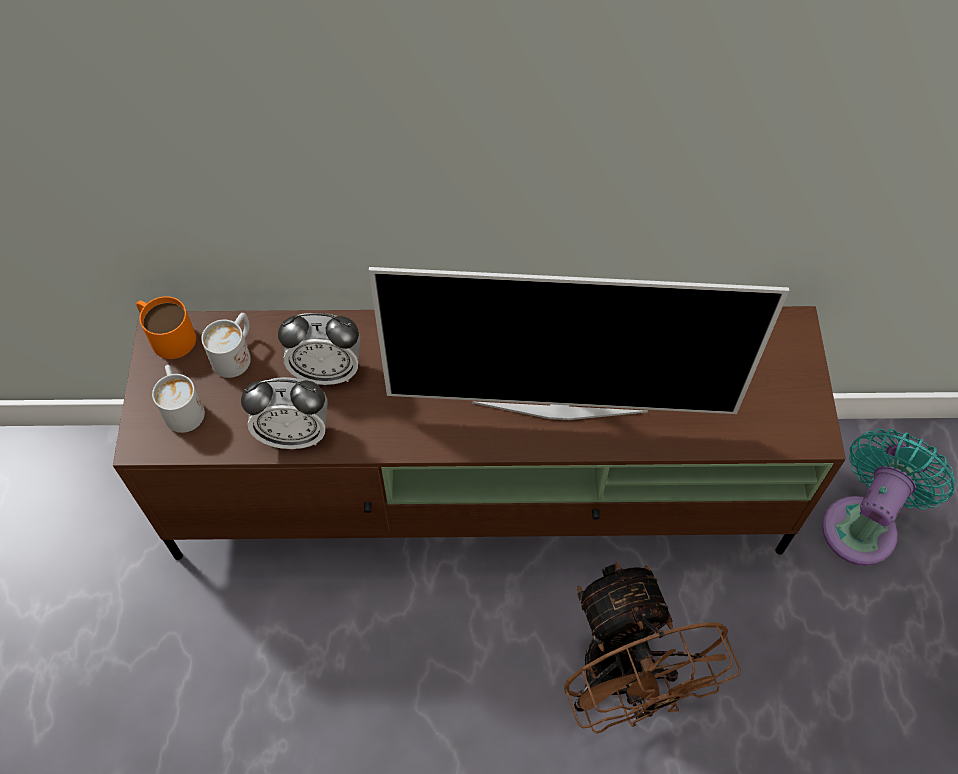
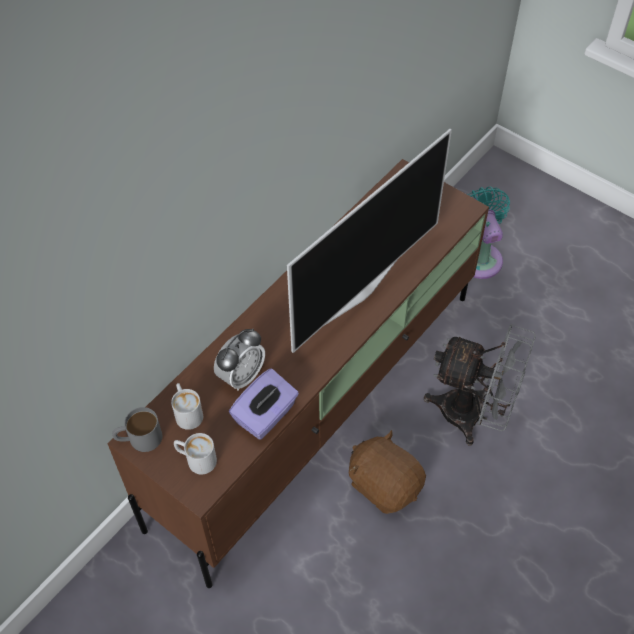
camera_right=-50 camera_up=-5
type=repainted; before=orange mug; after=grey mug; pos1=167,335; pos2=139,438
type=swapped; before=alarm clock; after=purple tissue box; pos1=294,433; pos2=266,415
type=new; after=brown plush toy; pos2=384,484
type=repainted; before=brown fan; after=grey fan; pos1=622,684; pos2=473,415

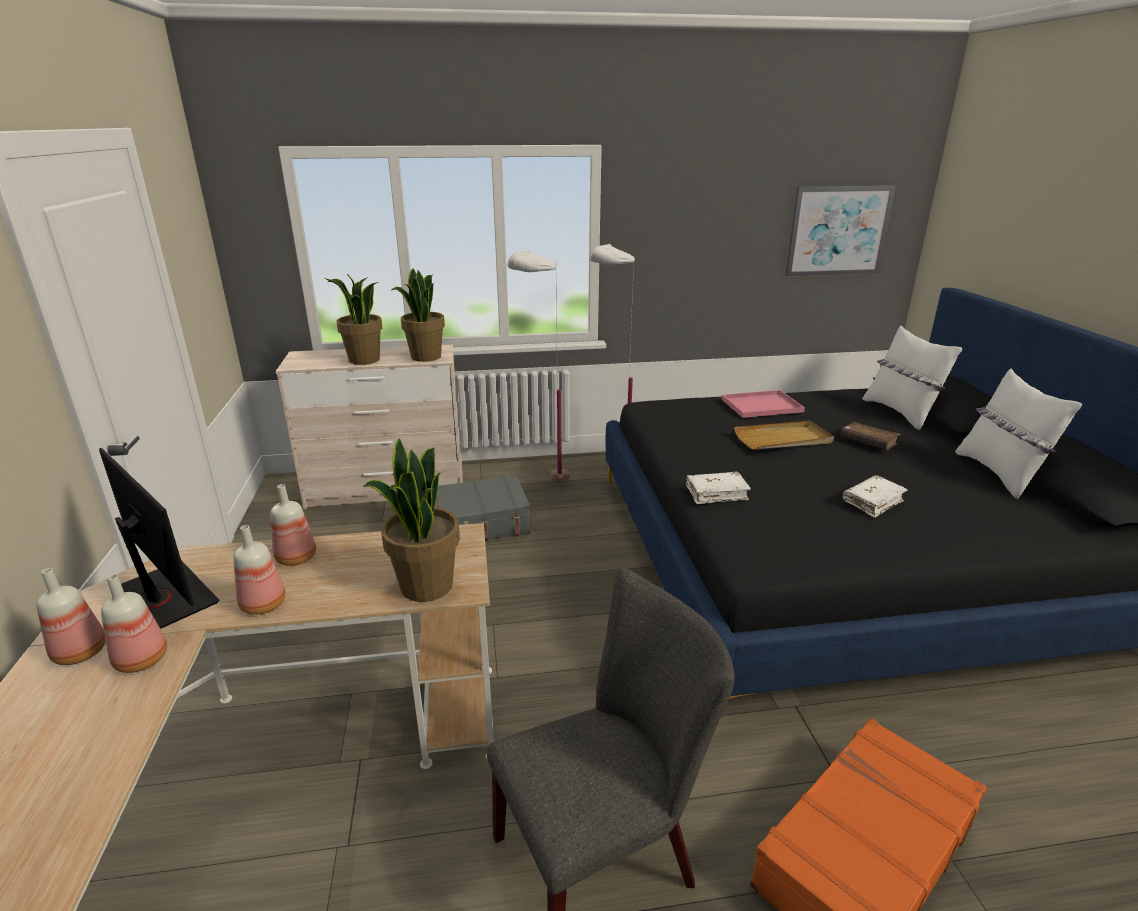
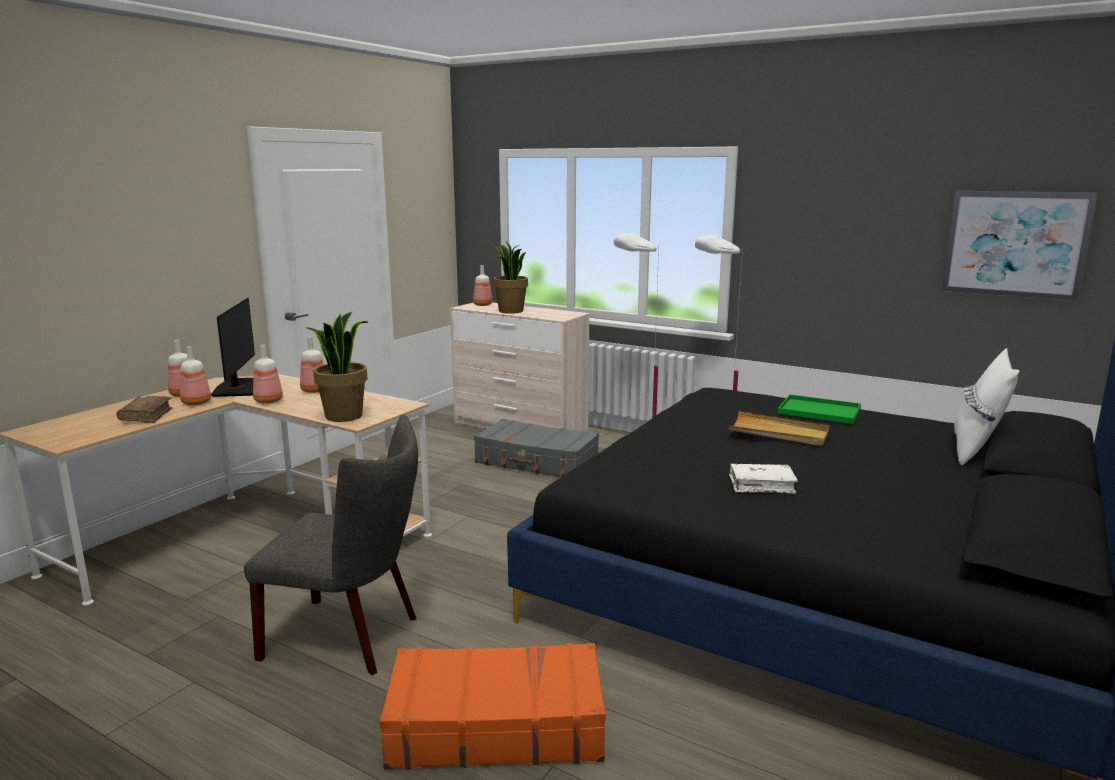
camera_right=40 camera_up=-10
type=shifted; before=brown book; pos1=868,442; pos2=146,416
type=new; after=bottle; pos2=482,305
type=repainted; before=pink tray; after=green tray; pos1=760,406; pos2=817,411
type=gone; before=potted plant; pos1=425,357
type=gone; before=white book; pos1=716,494
type=gone; before=white pillow; pos1=999,474

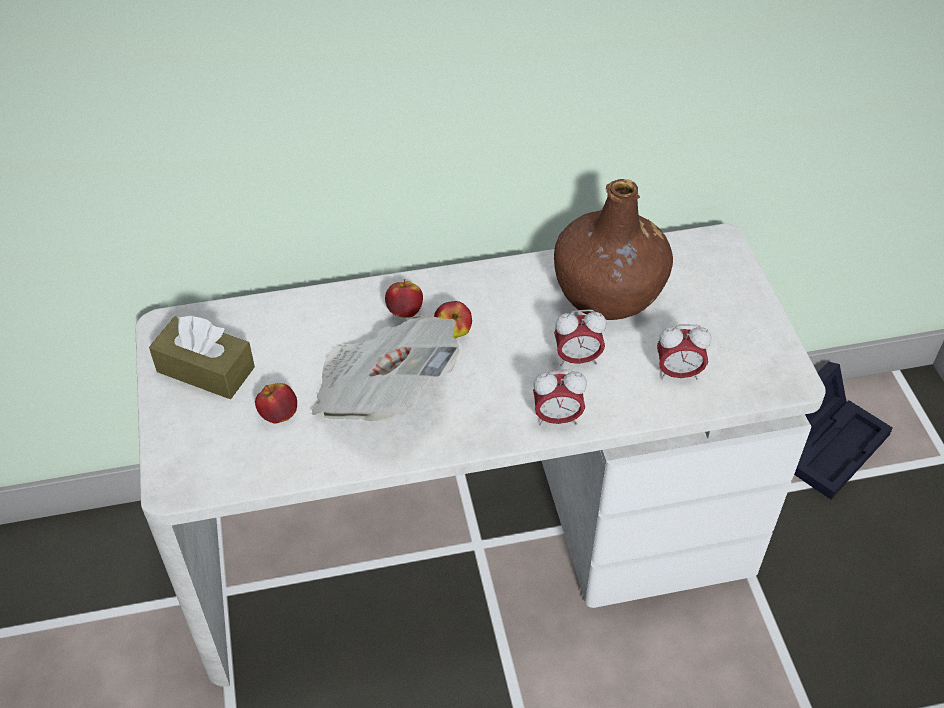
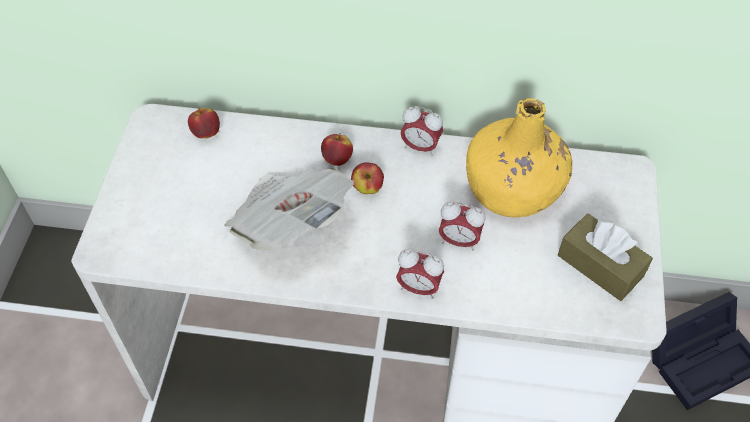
camera_right=20 camera_up=5
type=shifted; before=apple; pos1=278,415; pos2=206,133
type=shifted; before=alarm clock; pos1=678,373; pos2=420,147
type=repainted; before=brown bottle; after=yellow bottle; pos1=609,290; pos2=513,188
type=shifted; before=brown tissue box; pos1=205,369; pos2=600,265

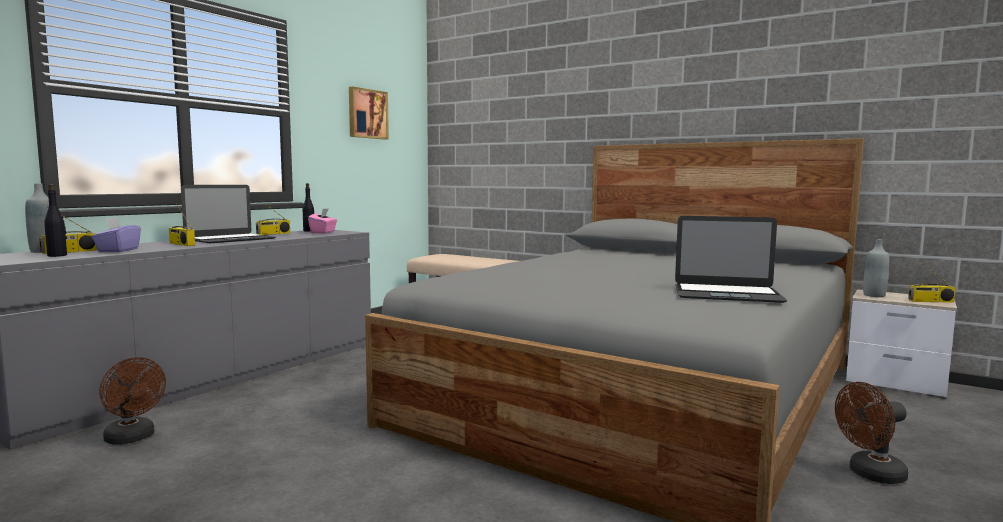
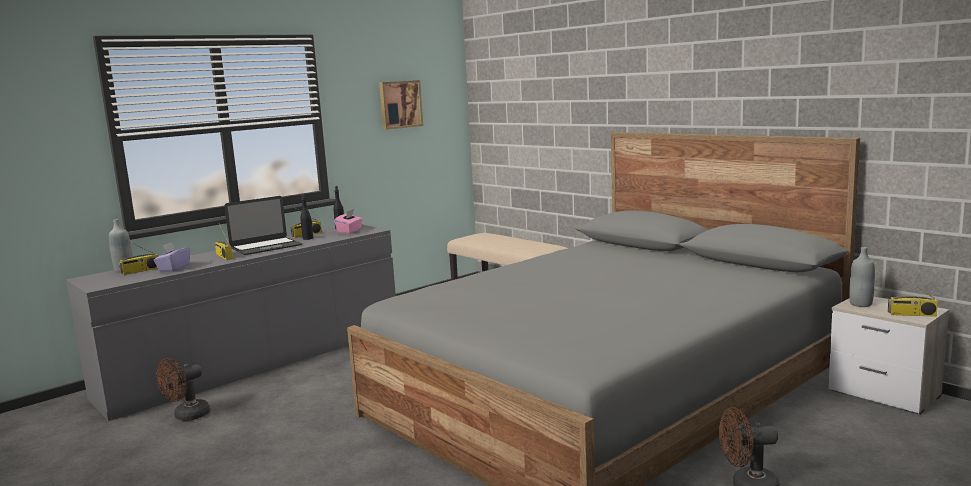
camera_right=15 camera_up=5
type=rotated; before=brown fan; pos1=133,438; pos2=187,416; turn=75
type=shifted; before=black bottle; pos1=57,255; pos2=308,238
type=gone; before=laptop; pos1=727,293

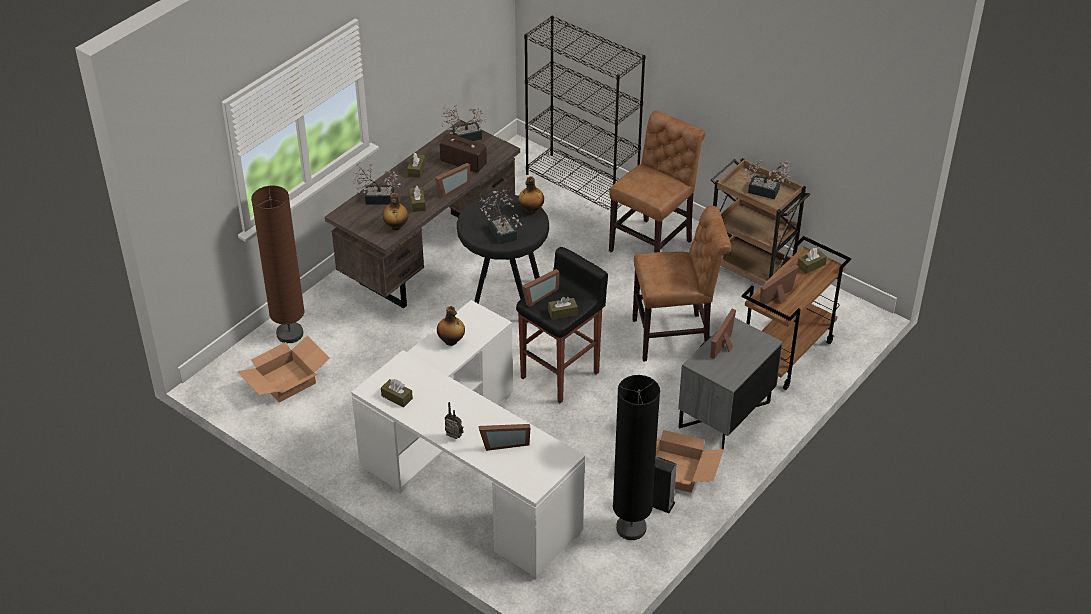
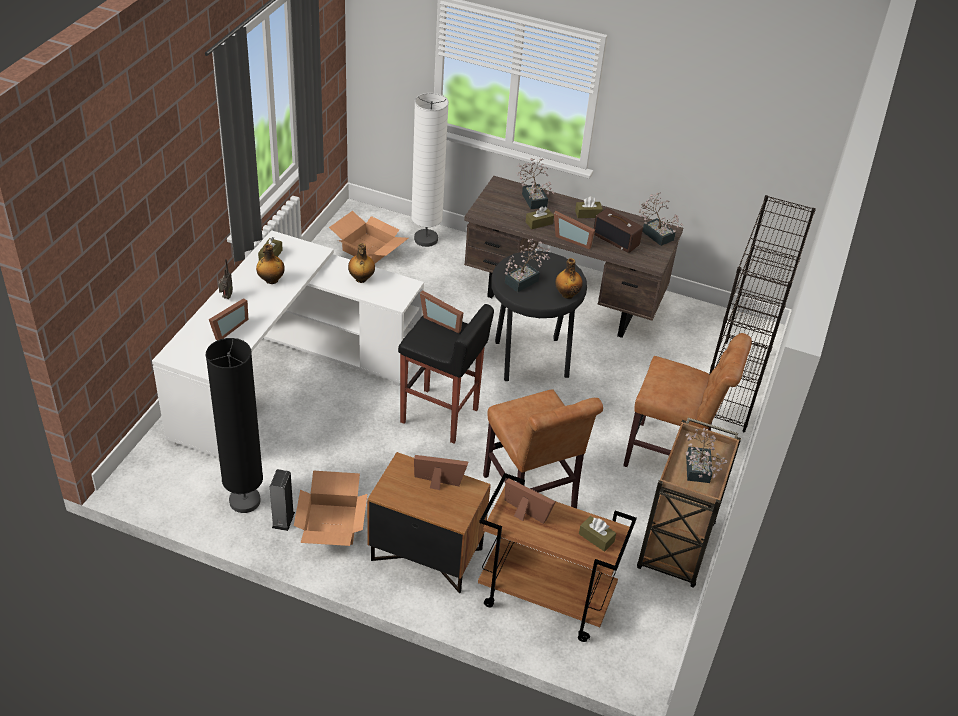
camera_right=70 camera_up=0
type=rotated; before=picture frame; pos1=504,443; pos2=227,328; turn=-120
type=shifted; before=bottle; pos1=396,226; pos2=271,280
type=repainted; before=grey nightstand; after=brown nightstand; pos1=725,416; pos2=425,555
type=repainted; before=brown floor lamp; after=white floor lamp; pos1=290,334; pos2=426,239
type=rotated; before=radio; pos1=463,162; pos2=616,240; turn=120
type=gone; before=brown tissue box; pos1=562,313

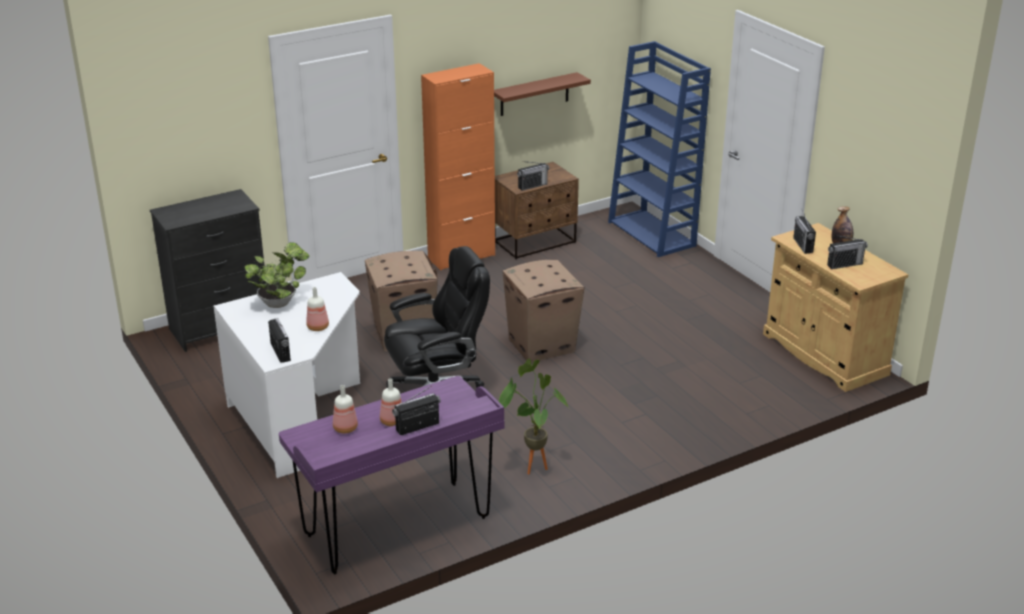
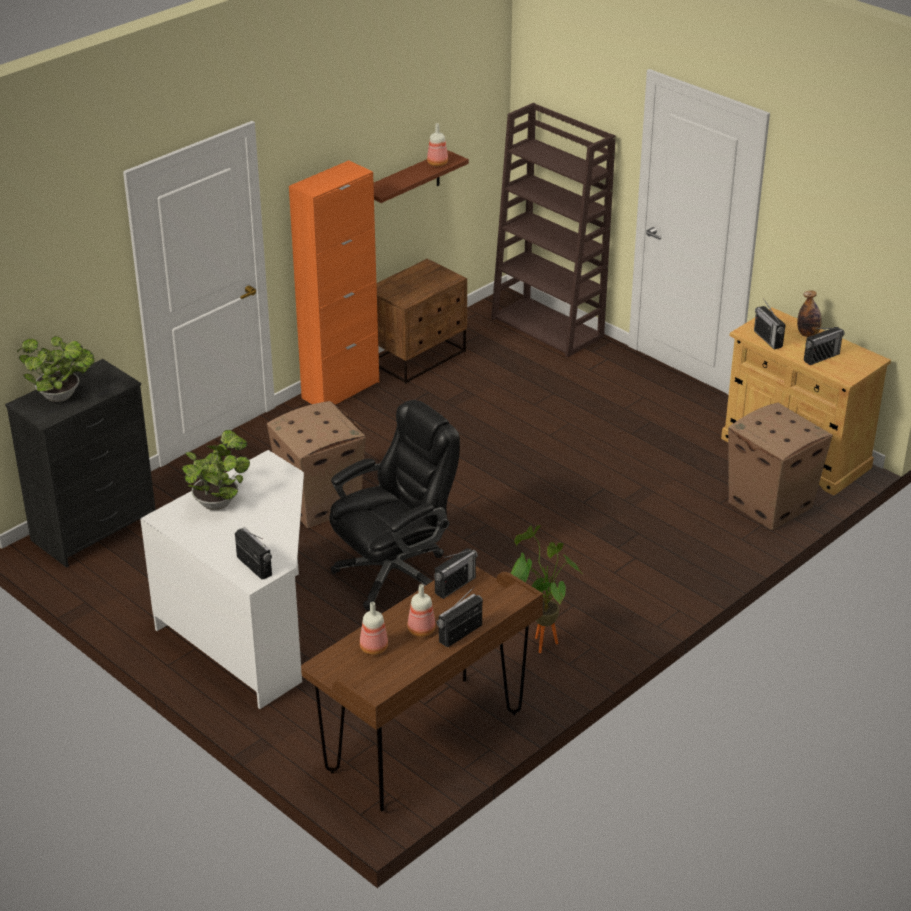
camera_right=-15 camera_up=5
type=new; after=potted plant; pos2=62,396
type=repainted; before=purple desk; after=brown desk; pos1=397,527; pos2=425,743
type=shifted; before=bottle; pos1=317,327; pos2=437,163
type=shifted; before=radio; pos1=532,186; pos2=455,585
type=repainted; before=blue bookcase; after=brown bookcase; pos1=652,234; pos2=548,327
type=shifted; before=cardboard box; pos1=542,345; pos2=771,505

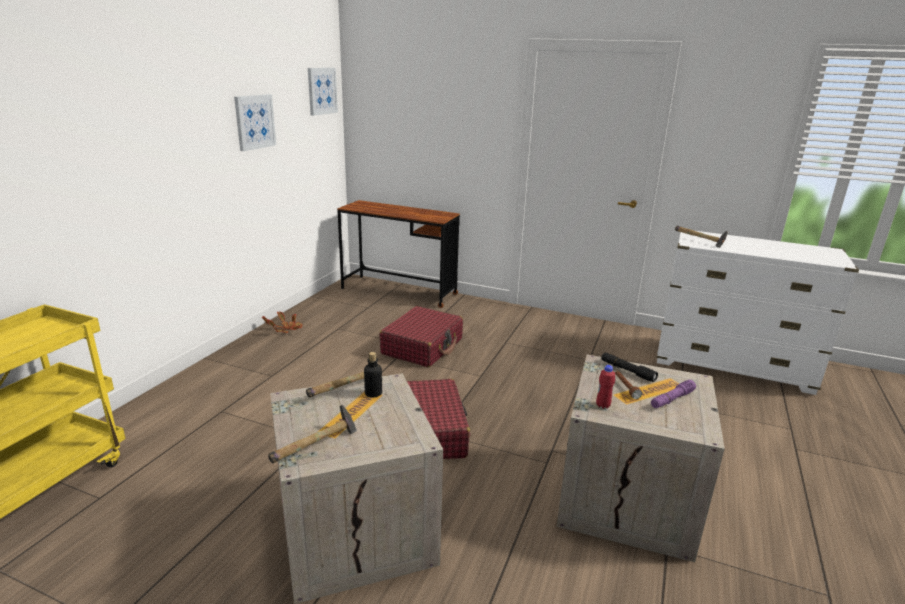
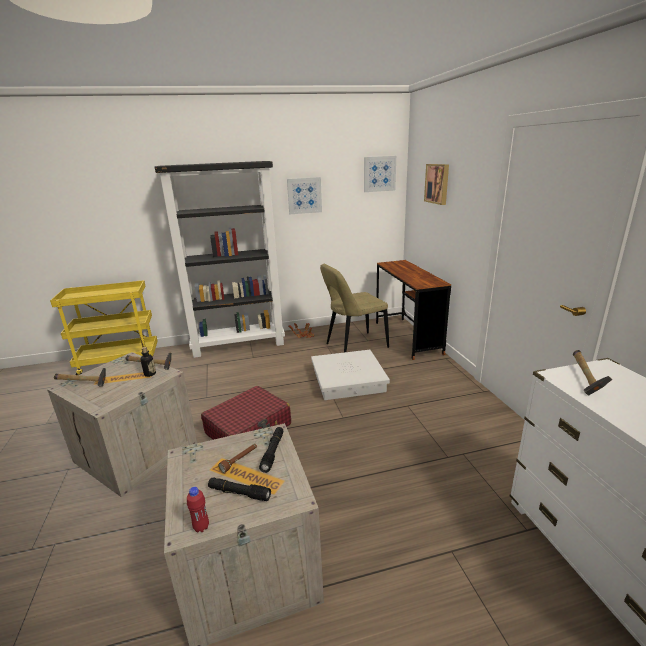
camera_right=55 camera_up=0
type=new; after=black bookcase; pos2=239,344
type=shifted; before=red bottle; pos1=603,405; pos2=201,527
type=repainted; before=purple flashlight; after=black flashlight; pos1=672,399; pos2=239,493
type=swapped; before=red suitcase; after=white storage box; pos1=422,346; pos2=348,379
type=new; after=beige chair; pos2=354,346
type=new; after=picture; pos2=437,183

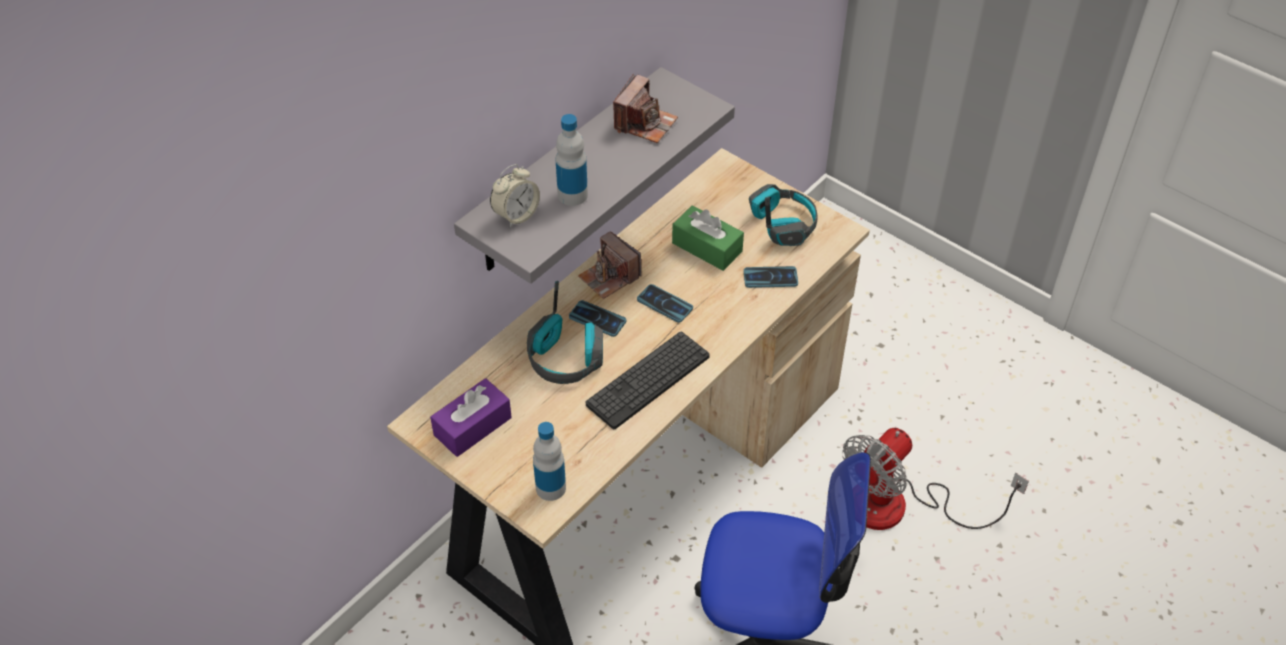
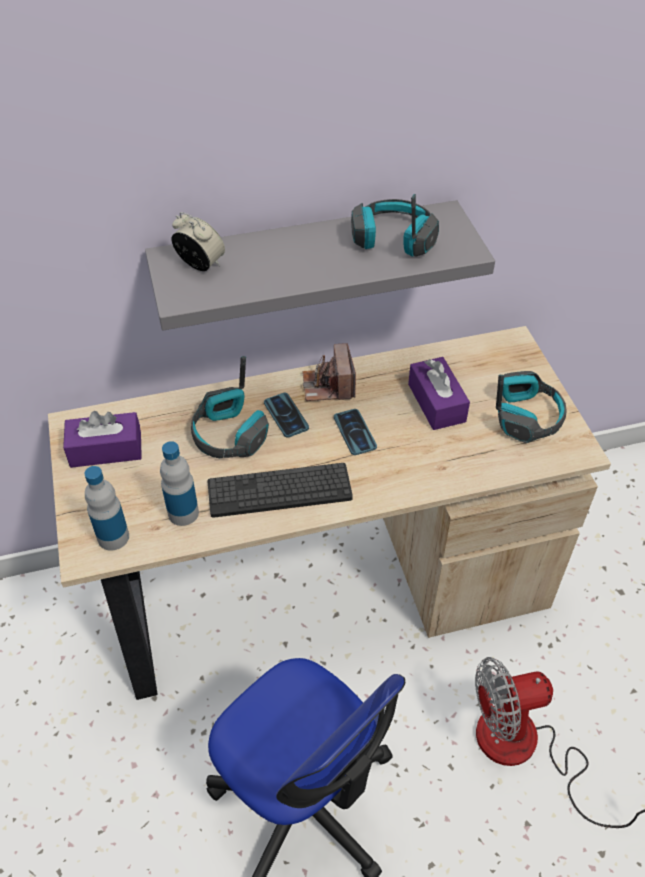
camera_right=35 camera_up=0
type=shifted; before=bottle; pos1=572,195; pos2=183,513
type=rotated; before=alarm clock; pos1=516,215; pos2=200,265; turn=-135
type=swapped; before=photo camera; after=headphones; pos1=645,123; pos2=393,240
type=repainted; before=green tissue box; after=purple tissue box; pos1=707,247; pos2=436,403
type=gone; before=phone; pos1=770,278

